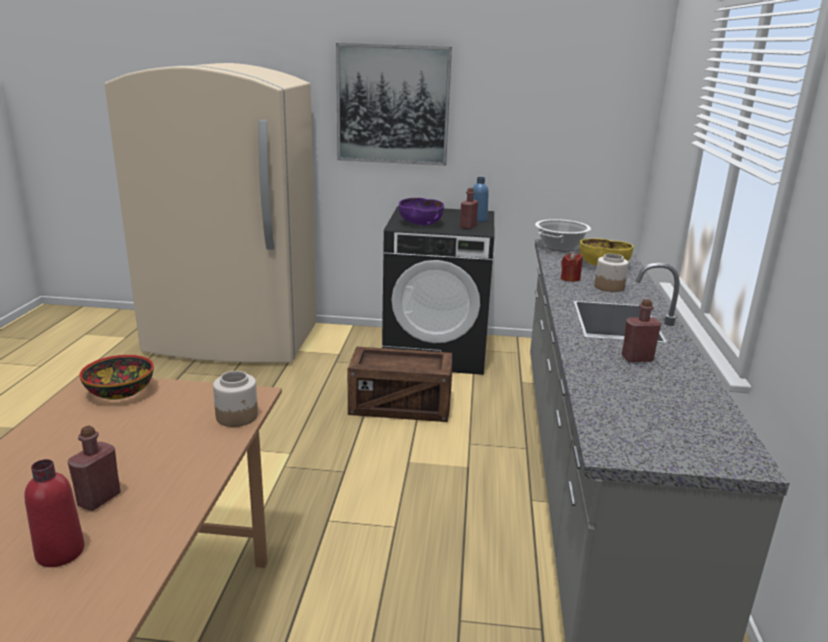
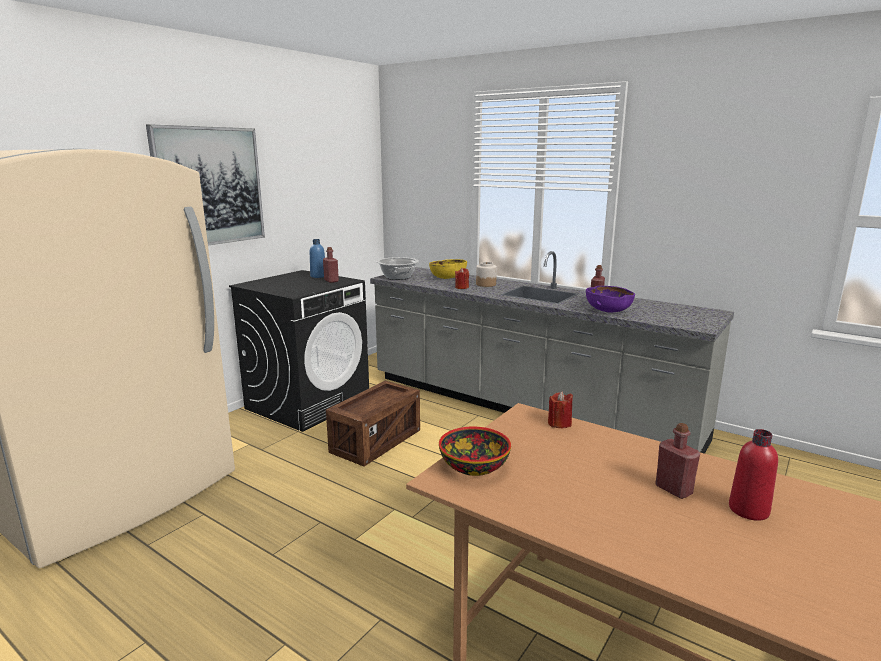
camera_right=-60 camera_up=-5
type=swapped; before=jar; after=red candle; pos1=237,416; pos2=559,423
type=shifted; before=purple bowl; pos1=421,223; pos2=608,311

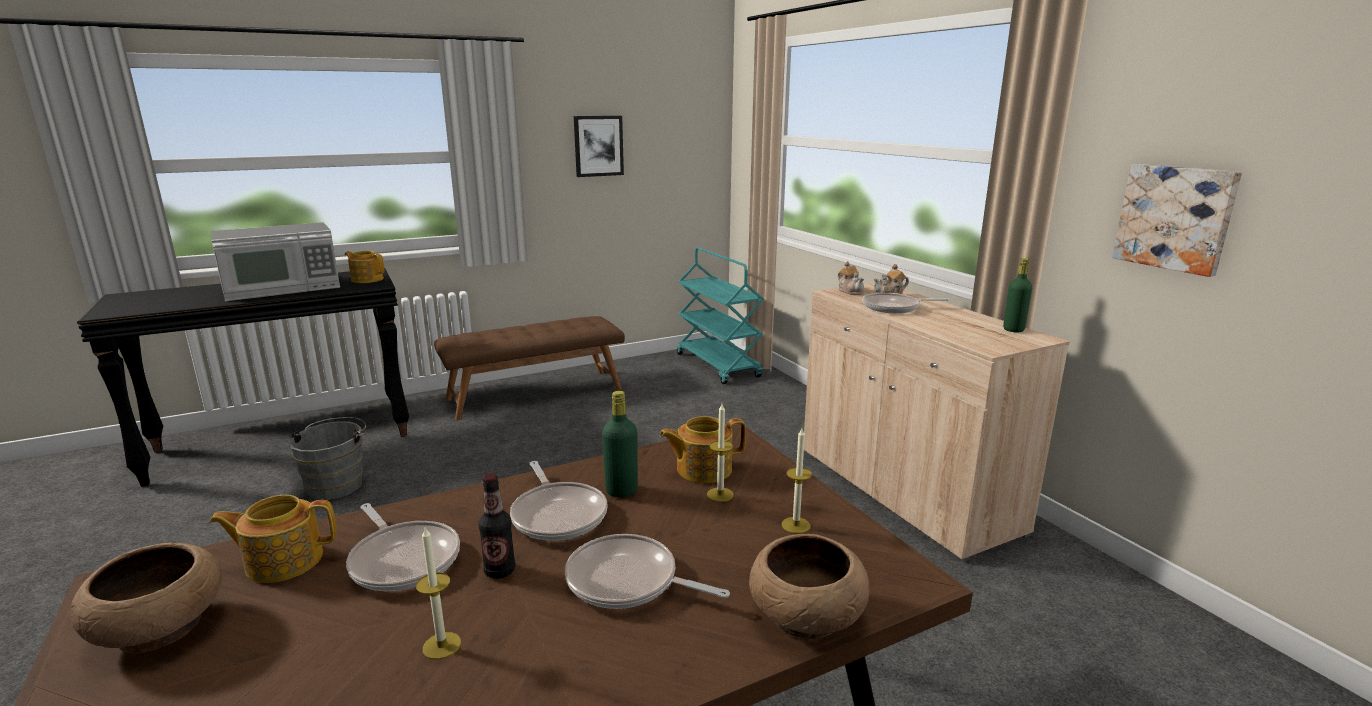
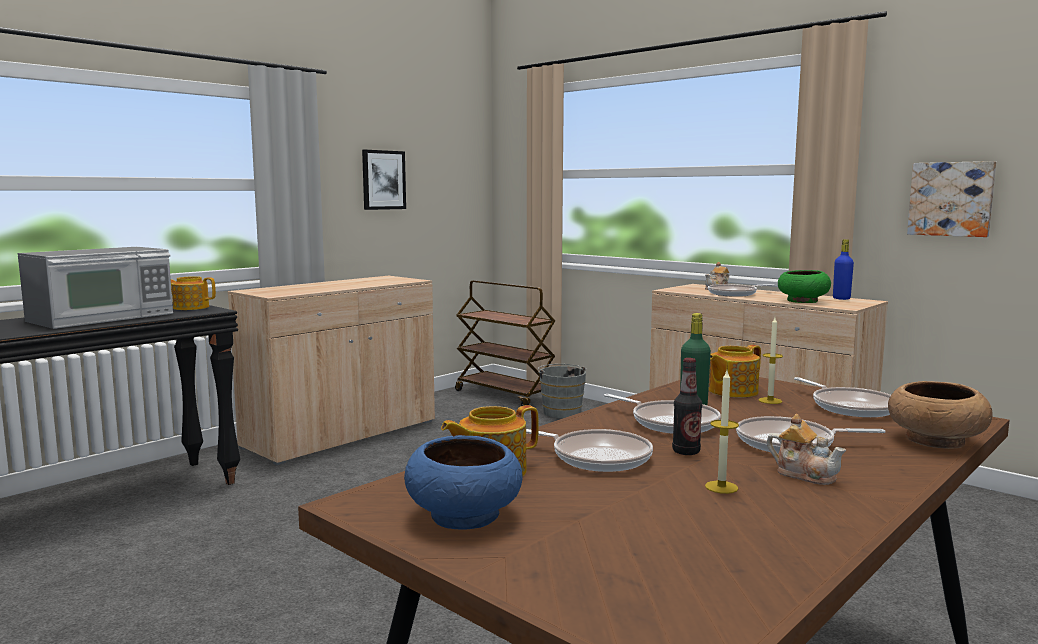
camera_right=-20 camera_up=-10
type=swapped; before=brown bench; after=beige cabinet; pos1=535,393; pos2=342,434
type=repainted; before=brown bowl; after=blue bowl; pos1=161,628; pos2=465,515
type=repainted; before=turquoise cart; after=brown cart; pos1=718,365; pos2=505,395
type=shifted; before=grey bucket; pos1=338,484; pos2=561,412
type=shifted; before=teapot; pos1=850,291; pos2=804,474
type=new; after=green bowl; pos2=802,301
type=swapped; before=candle; after=frying pan; pos1=796,525; pos2=850,407
type=repainted; before=green bottle; after=blue bottle; pos1=1013,329; pos2=841,298

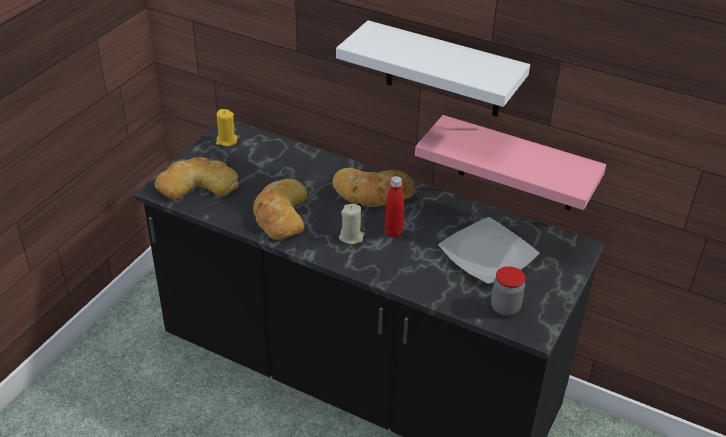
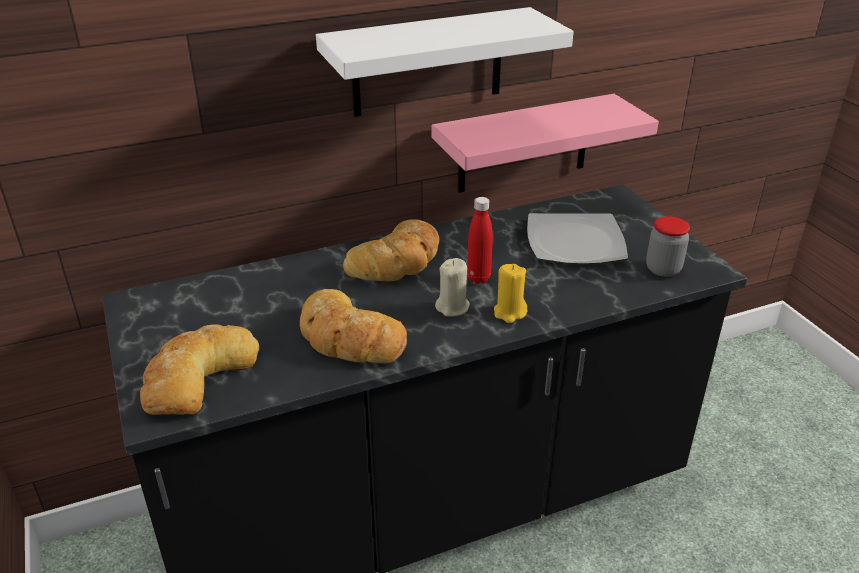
camera_right=-50 camera_up=-5
type=shifted; before=yellow candle; pos1=226,141; pos2=509,312

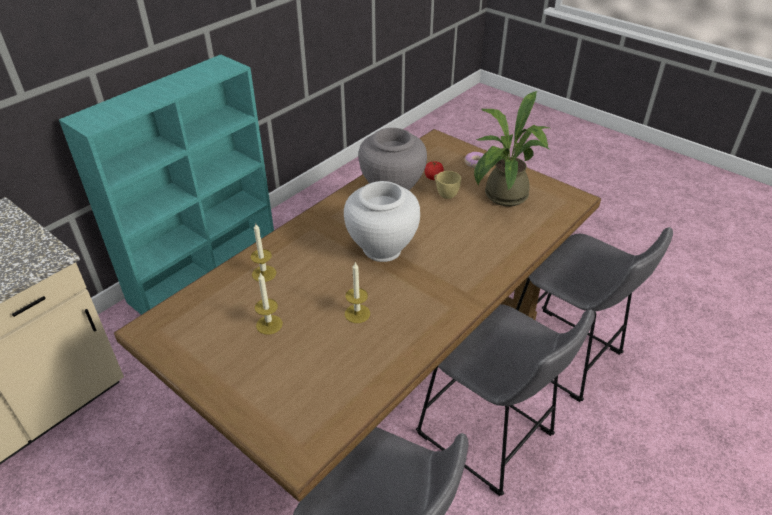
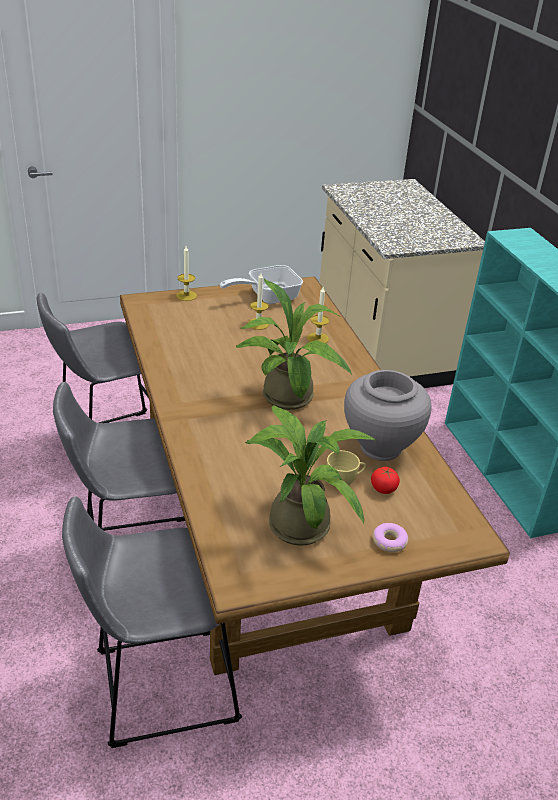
camera_right=120 camera_up=-5
type=shifted; before=candle; pos1=357,313; pos2=186,295
type=new; after=frying pan; pos2=267,297
type=swapped; before=white vase; after=potted plant; pos1=382,249; pos2=290,401

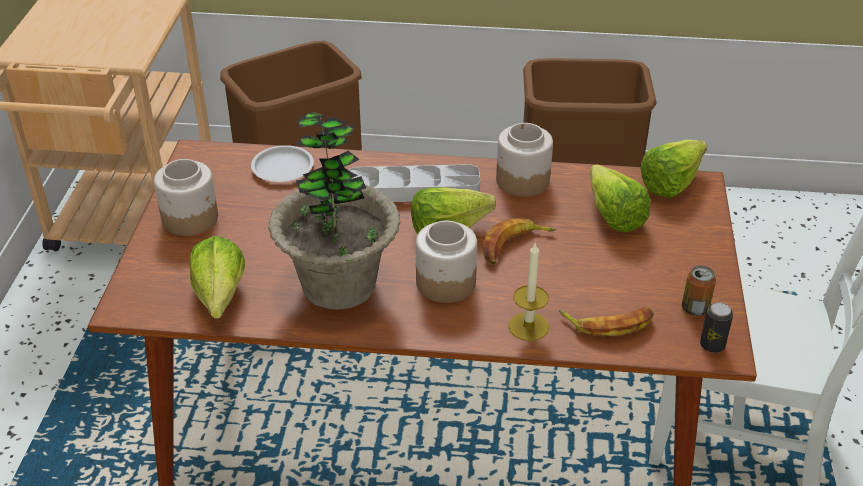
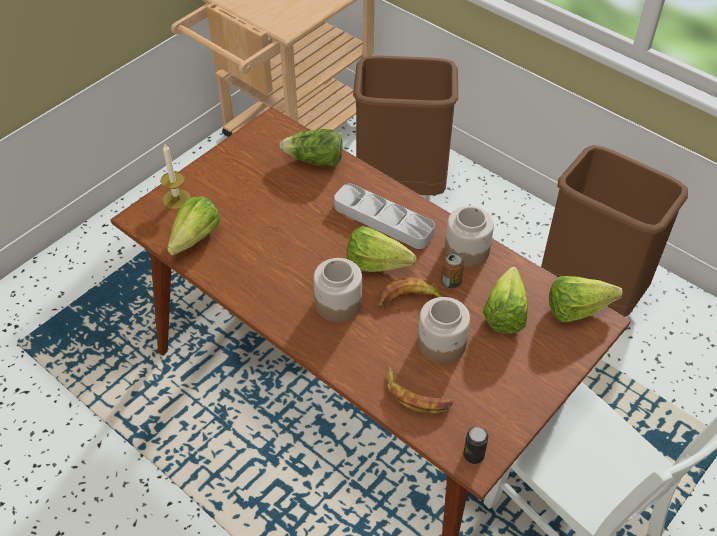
camera_right=35 camera_up=10
type=shifted; before=candle; pos1=528,326; pos2=176,199
type=swapped; before=white plate; after=lettuce; pos1=283,168; pos2=315,160
type=shifted; before=jar; pos1=191,218; pos2=442,344
type=shifted; before=can; pos1=695,308; pos2=451,281
type=gone; before=potted plant; pos1=339,284

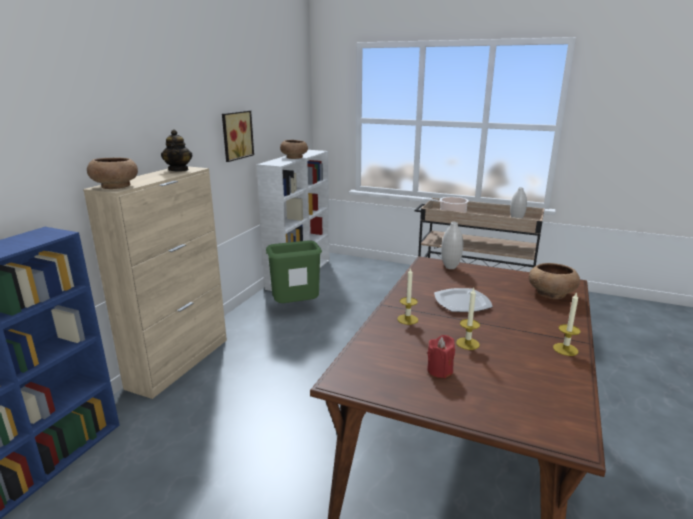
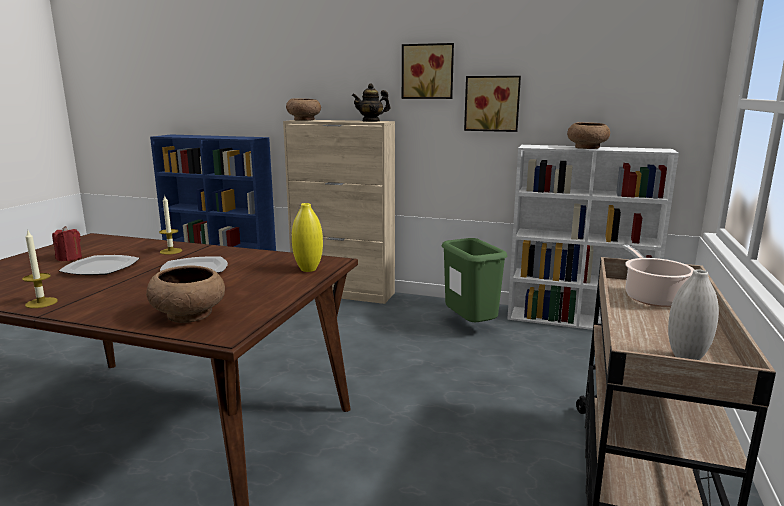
camera_right=85 camera_up=-5
type=swapped; before=candle; after=plate; pos1=467,343; pos2=102,268
type=repainted; before=white vase; after=yellow vase; pos1=450,267; pos2=308,269
type=new; after=picture; pos2=428,71

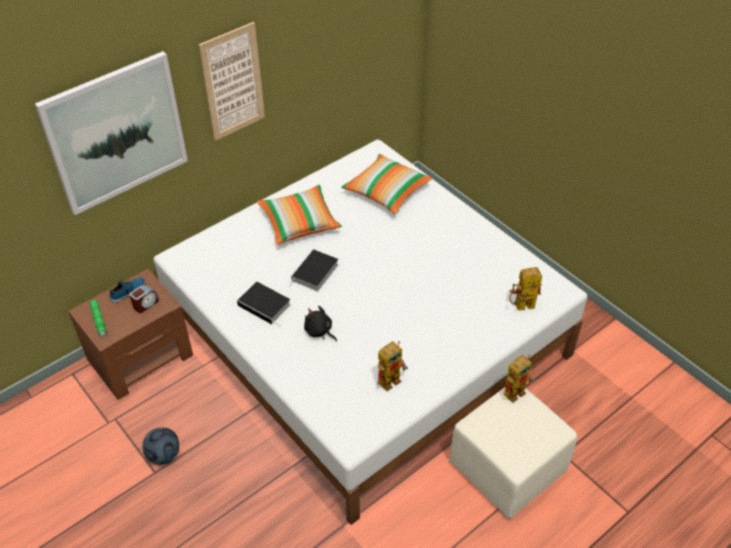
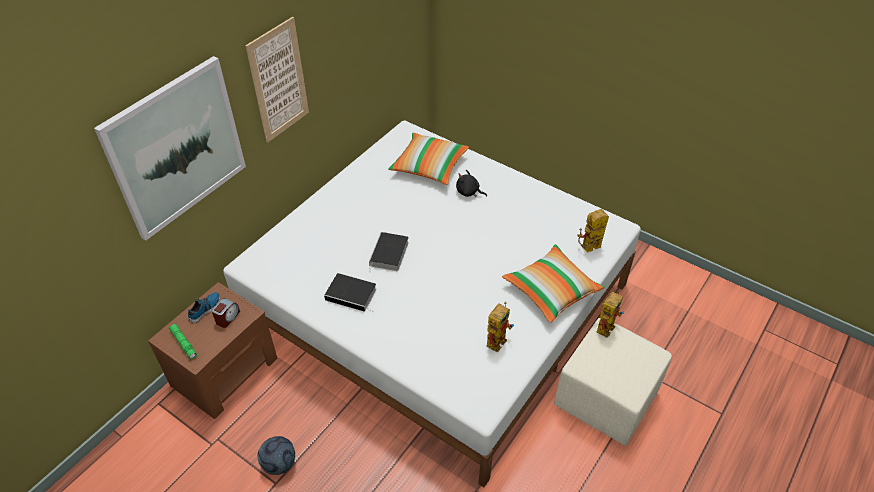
camera_right=-15 camera_up=0
type=shifted; before=black plush toy; pos1=319,331; pos2=469,192
type=shifted; before=pillow; pos1=299,222; pos2=551,290

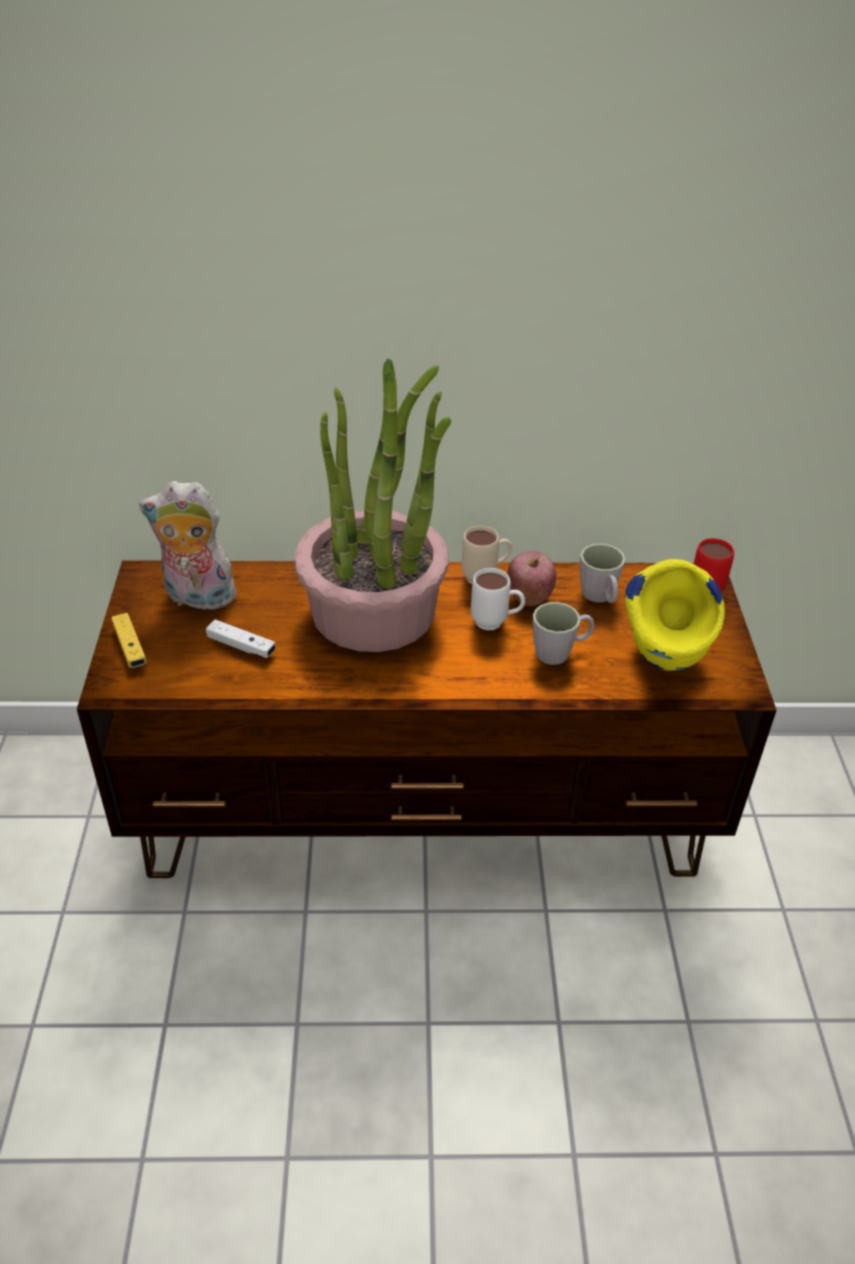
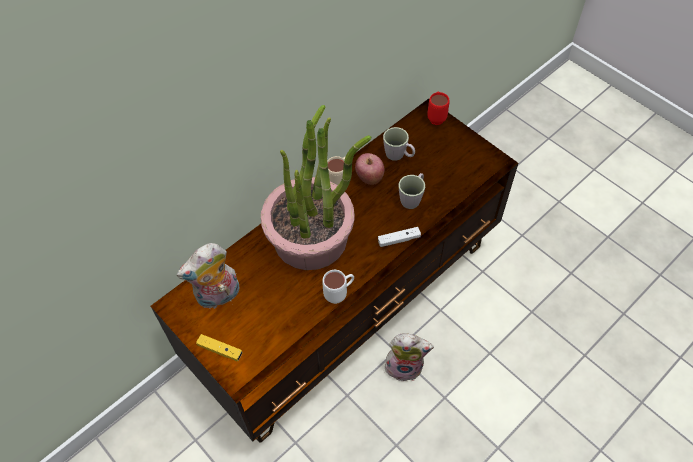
camera_right=-40 camera_up=15
type=shifted; before=white mug; pos1=496,623; pos2=339,294
type=shifted; before=white game controller; pos1=241,646; pos2=399,240
type=new; after=plush toy; pos2=405,366
type=gone; before=yellow vase; pos1=661,674

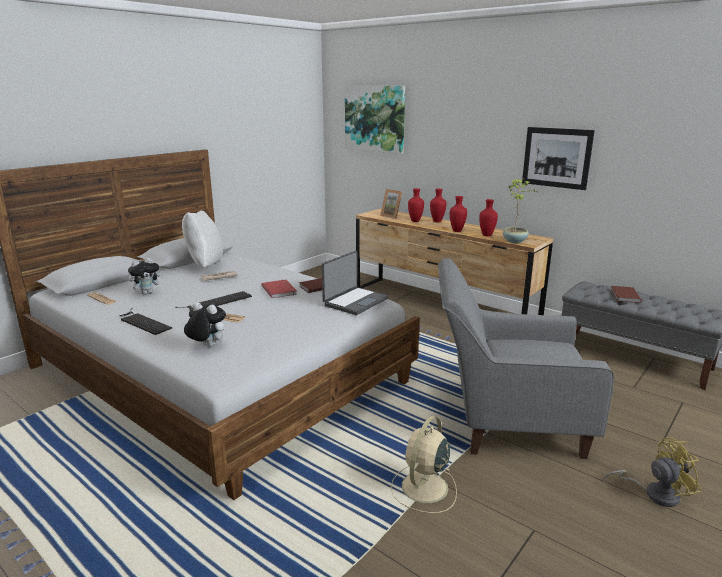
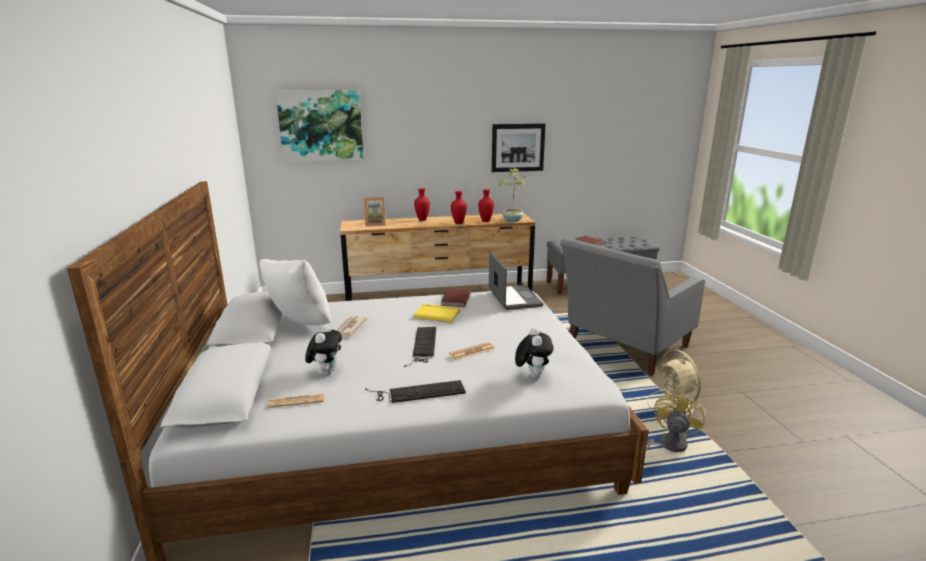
camera_right=-50 camera_up=0
type=repainted; before=red book; after=yellow book; pos1=280,290; pos2=437,314
type=rotated; before=plush toy; pos1=206,346; pos2=532,375; turn=120
type=shifted; before=yellow fan; pos1=654,493; pos2=667,445
type=gone; before=red vase; pos1=415,221

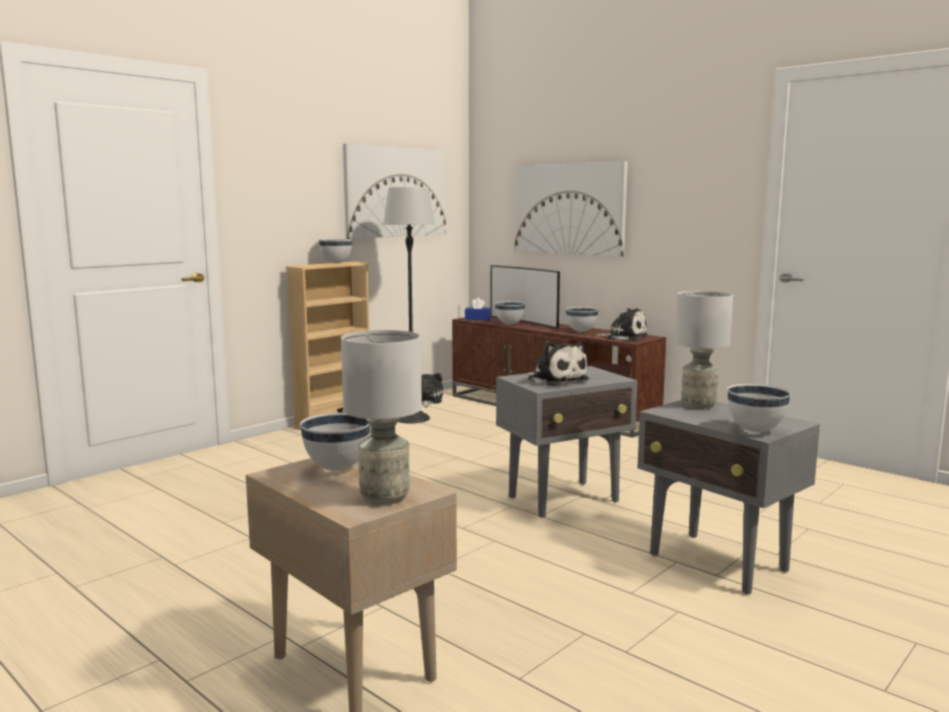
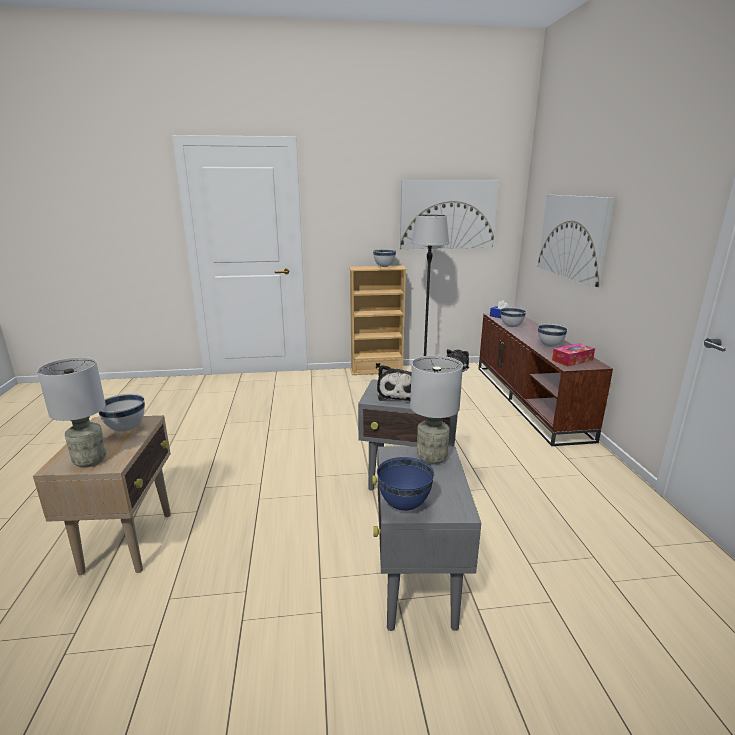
camera_right=40 camera_up=10
type=repainted; before=white bowl; after=blue bowl; pos1=755,431; pos2=403,505
type=swapped; before=plush toy; after=tissue box; pos1=624,337; pos2=572,360
type=gone; before=television; pos1=525,322

